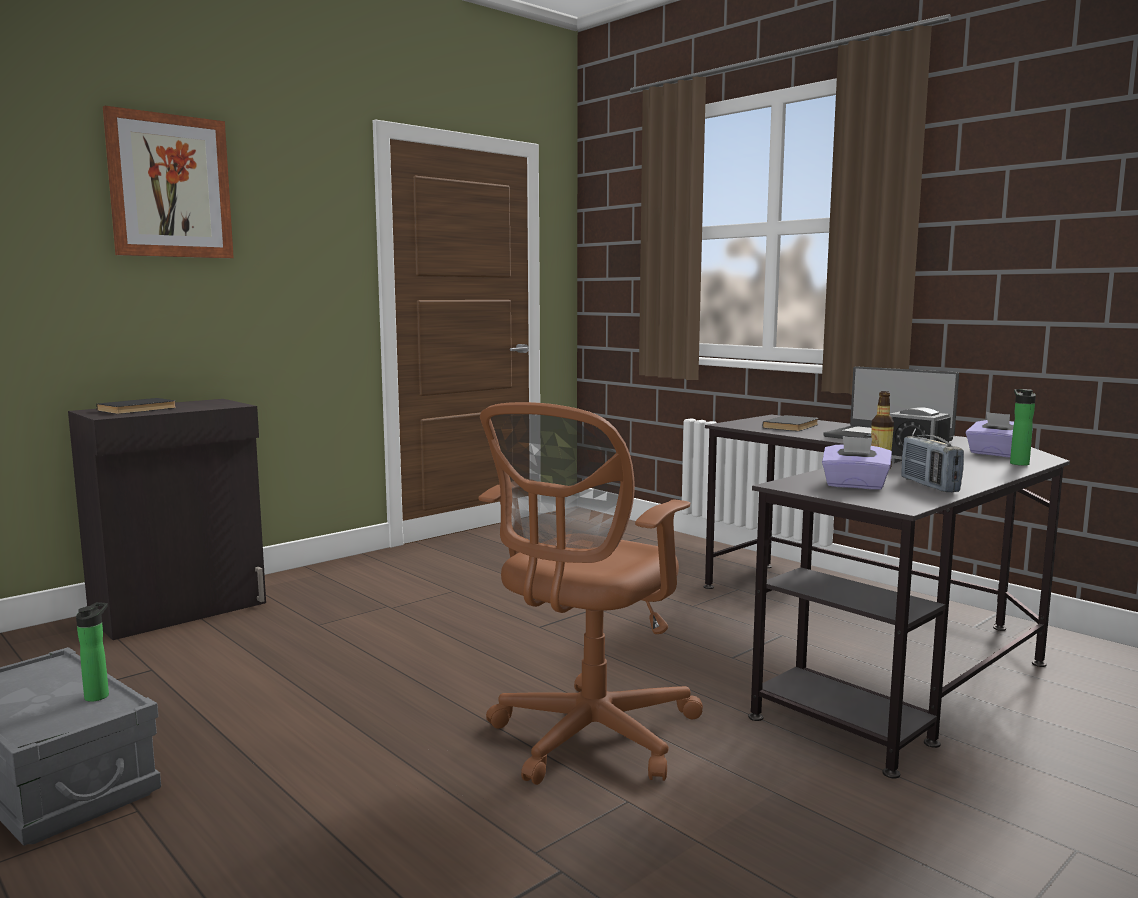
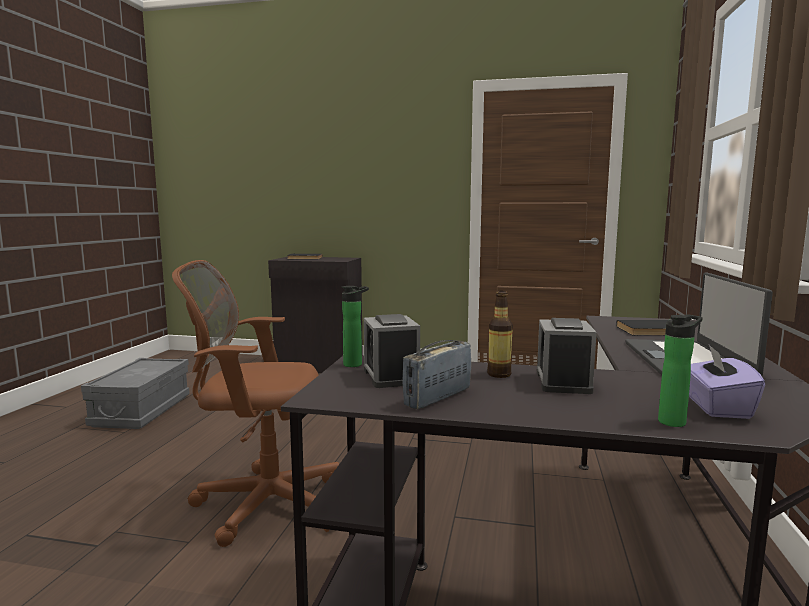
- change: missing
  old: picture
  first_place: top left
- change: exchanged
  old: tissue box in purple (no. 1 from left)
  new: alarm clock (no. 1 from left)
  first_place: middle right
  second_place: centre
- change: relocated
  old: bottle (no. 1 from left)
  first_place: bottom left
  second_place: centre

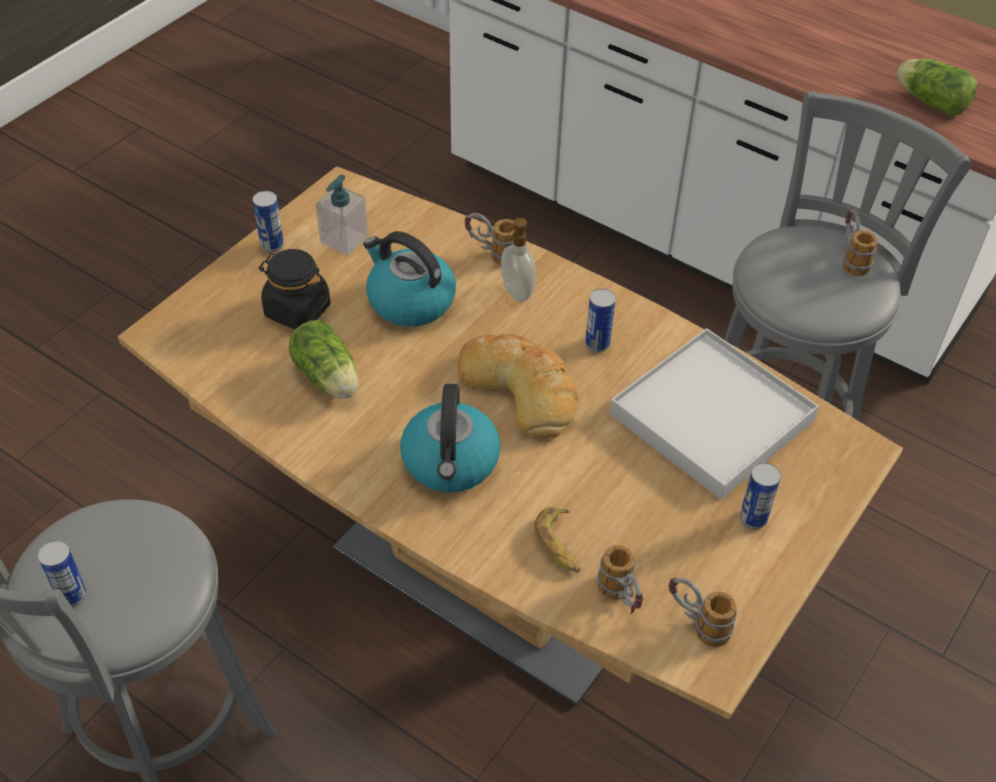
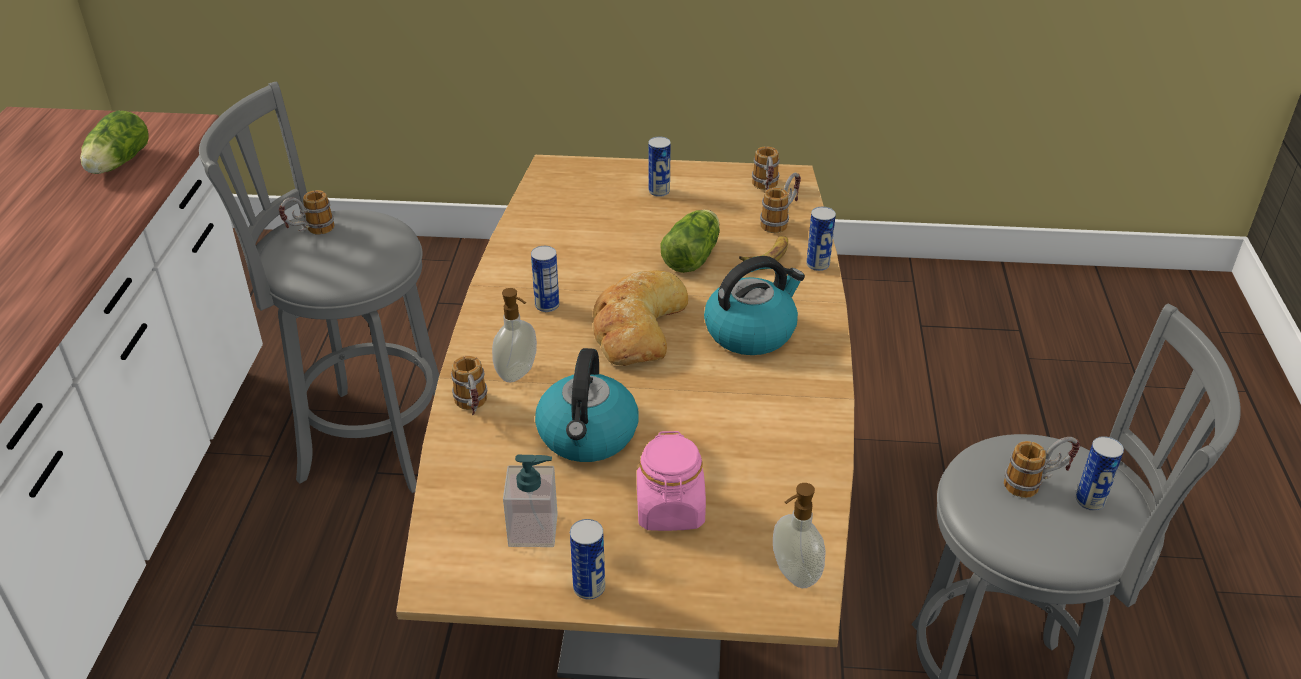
- change: colour
  old: jar in black
  new: jar in pink
  first_place: middle left
  second_place: bottom centre
- change: relocated
  old: lettuce (no. 1 from left in the first image)
  new: lettuce (no. 2 from left)
  first_place: middle left
  second_place: centre
- change: missing
  old: tray in white
  first_place: middle right
- change: appeared
  new: can (no. 4 from left)
  second_place: centre
- change: appeared
  new: mug (no. 5 from left)
  second_place: bottom right
- change: appeared
  new: soap dispenser (no. 3 from left)
  second_place: bottom centre

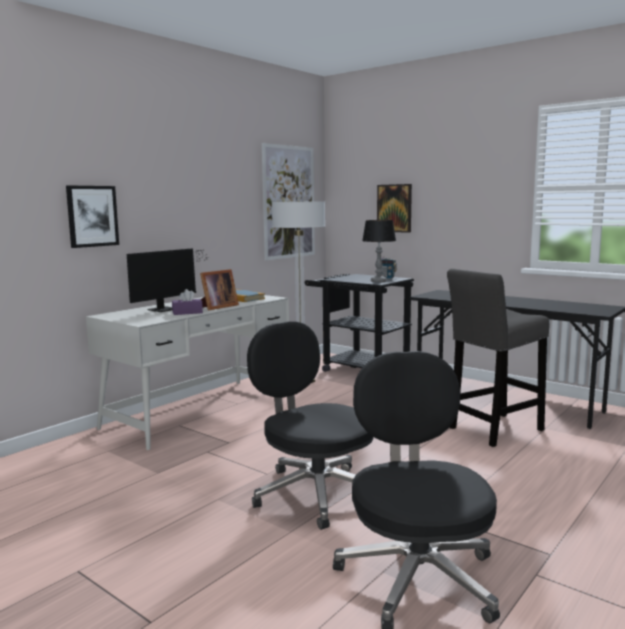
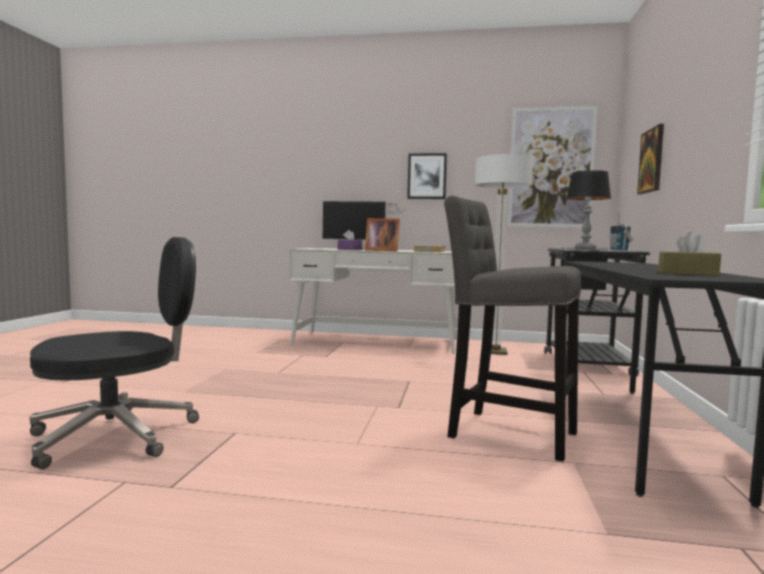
- change: relocated
  old: picture (no. 1 from left)
  first_place: middle left
  second_place: top centre
- change: missing
  old: office chair in black (no. 1 from left)
  first_place: bottom centre
- change: appeared
  new: tissue box in brown
  second_place: middle right

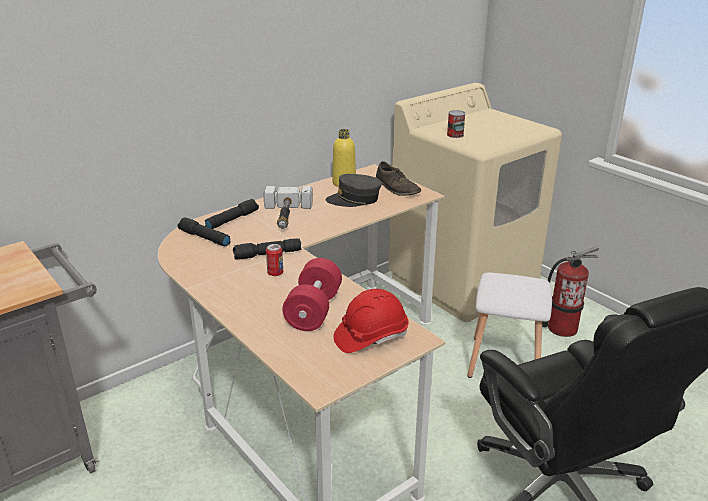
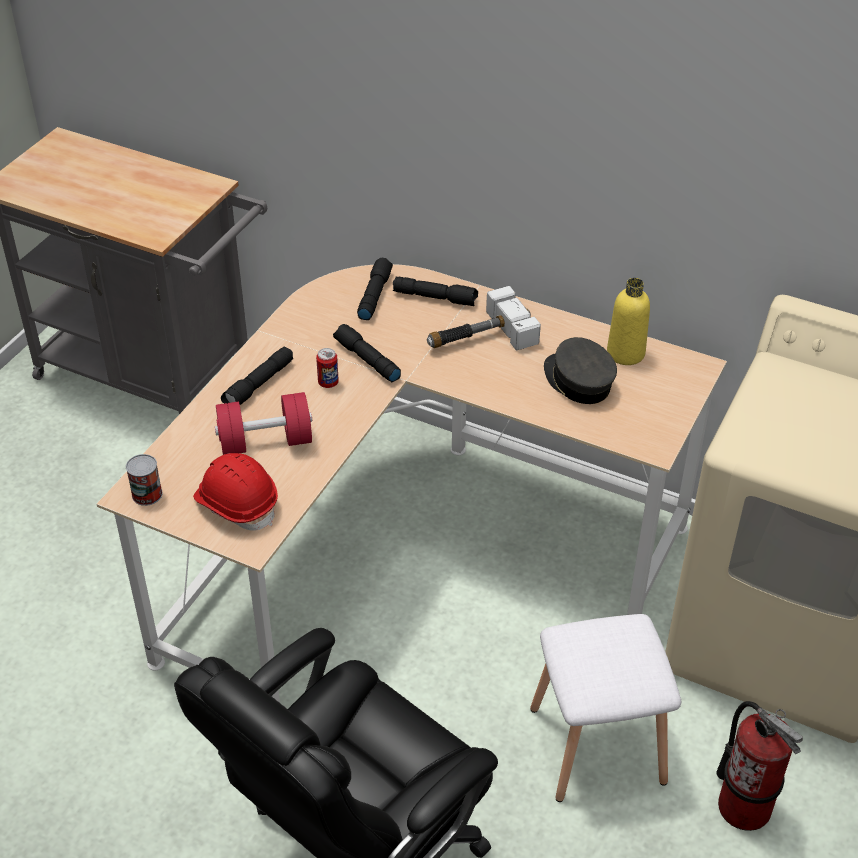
- change: relocated
  old: can (no. 2 from left in the first image)
  new: can (no. 1 from left)
  first_place: top centre
  second_place: middle left
- change: missing
  old: shoe in brown
  first_place: centre
- change: appeared
  new: flashlight in black (no. 1 from left)
  second_place: middle left

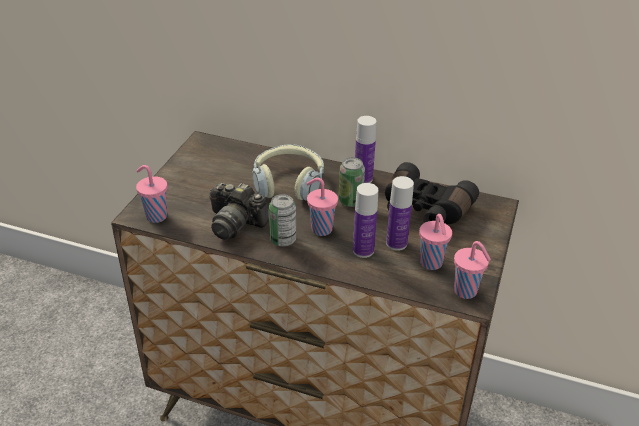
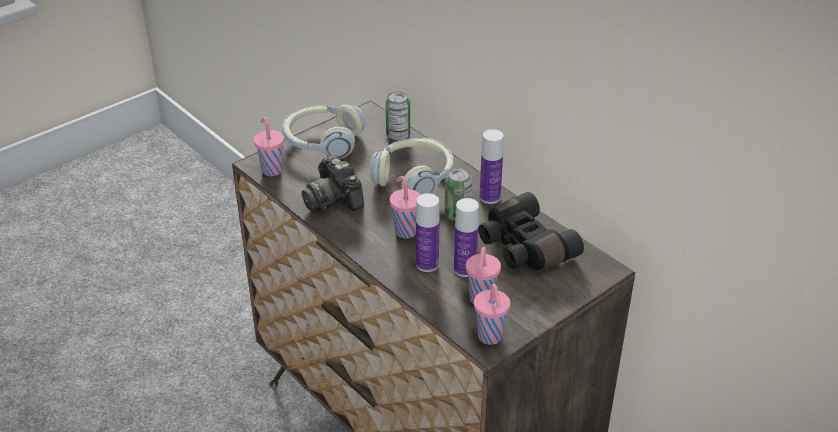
- change: relocated
  old: can (no. 1 from left)
  first_place: centre
  second_place: top centre
- change: appeared
  new: headphones (no. 1 from left)
  second_place: top centre

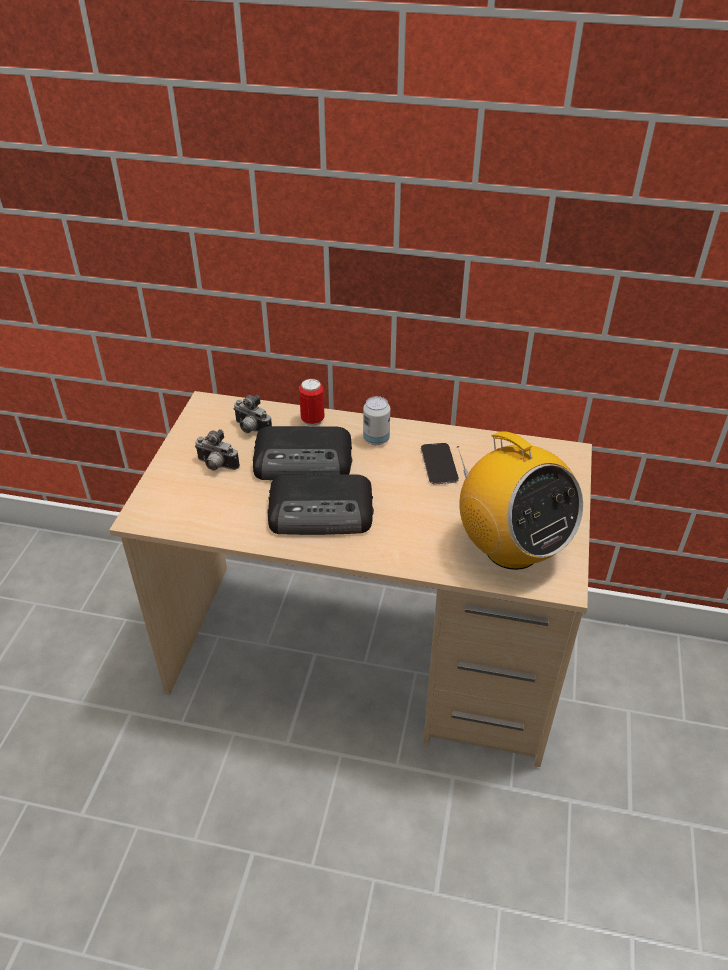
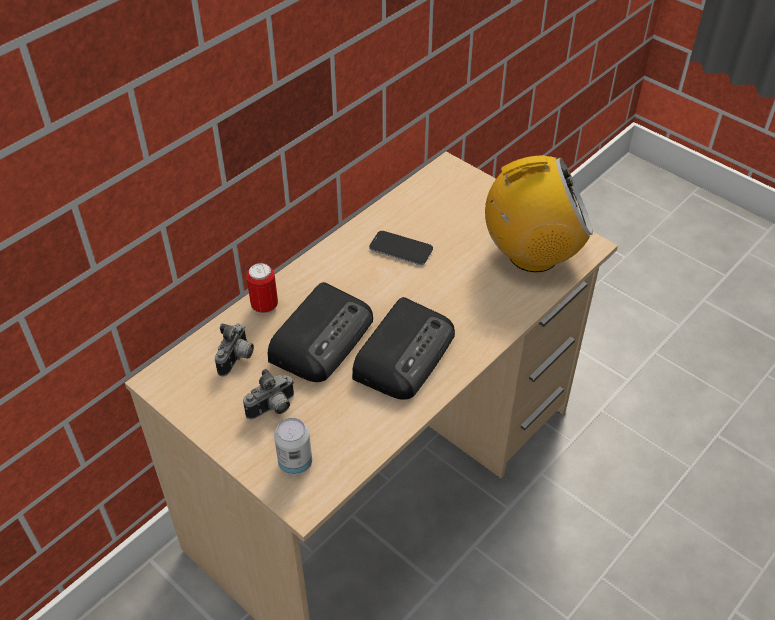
- change: spun
  old: photo camera (no. 2 from left in the first image)
  first_place: centre
  second_place: middle left
  degrees: -45
- change: relocated
  old: can (no. 2 from left)
  first_place: centre
  second_place: bottom centre

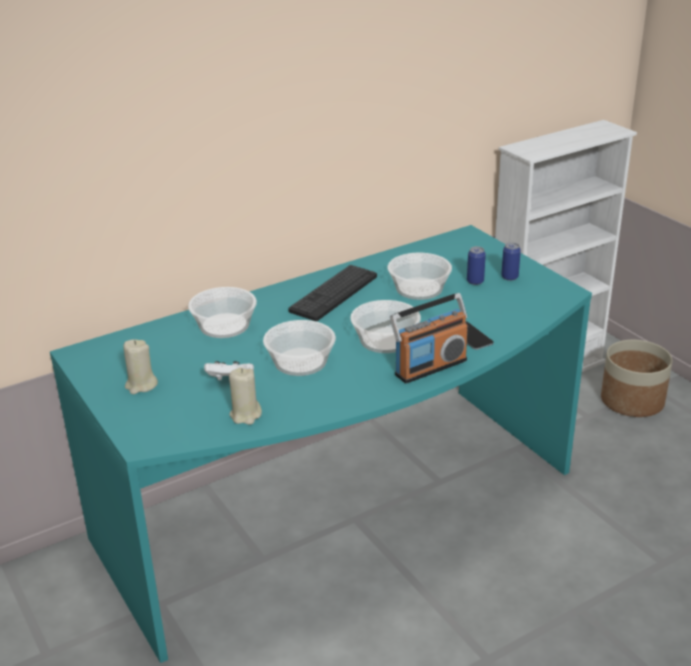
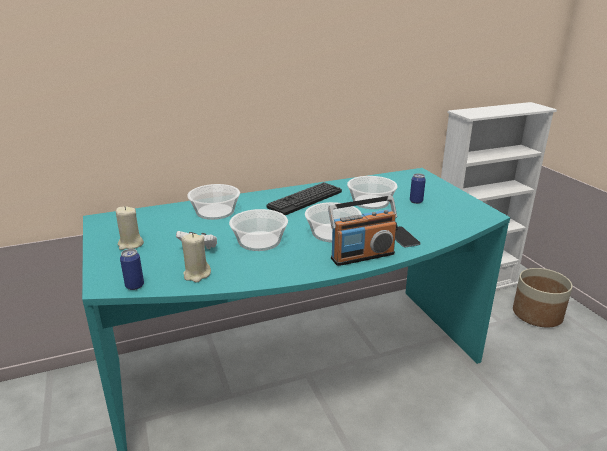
- change: relocated
  old: can (no. 2 from left in the first image)
  new: can (no. 1 from left)
  first_place: middle right
  second_place: middle left

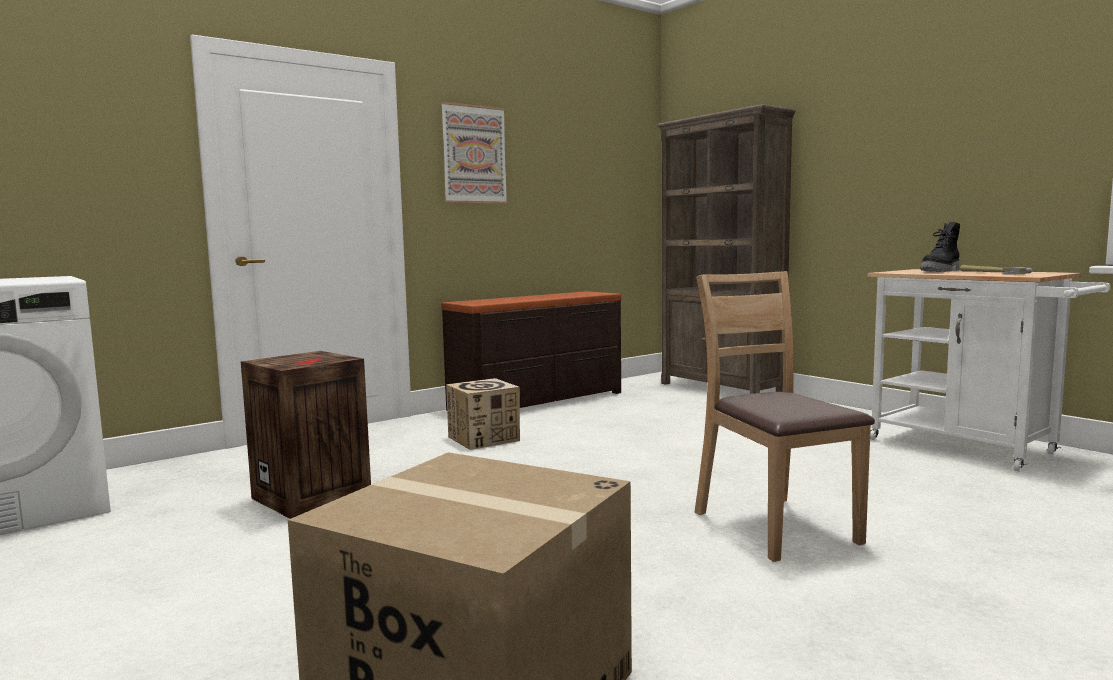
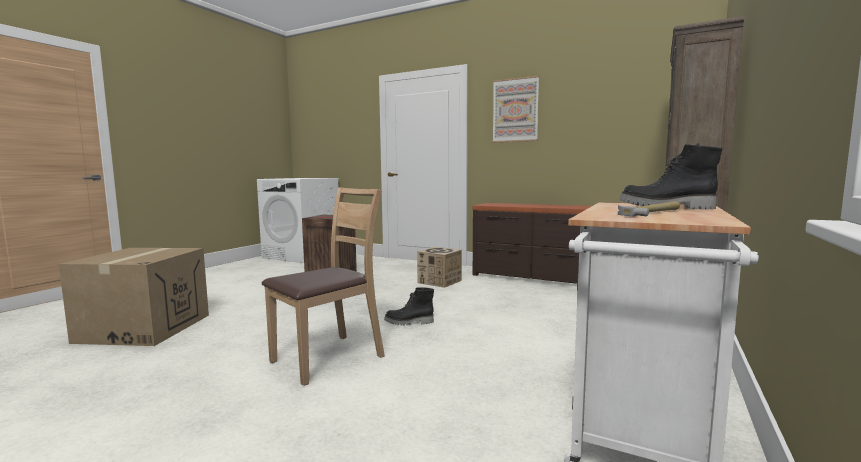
- change: appeared
  new: boot in black (no. 1 from left)
  second_place: centre

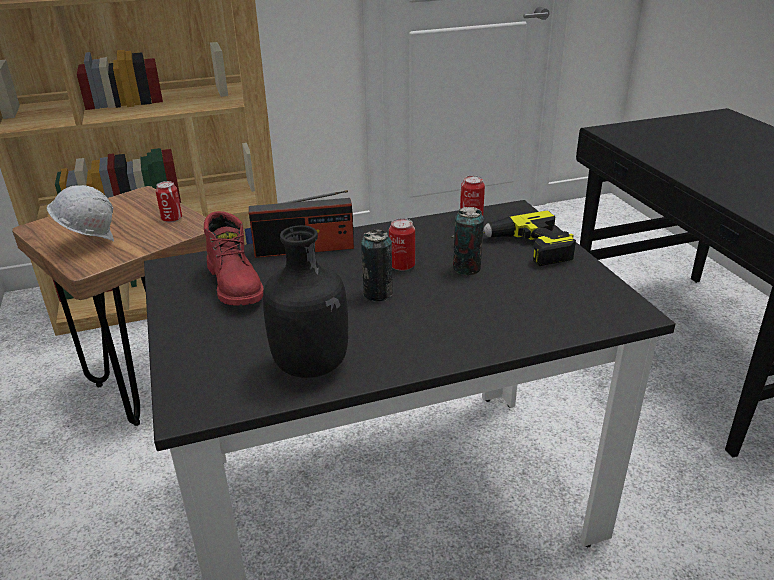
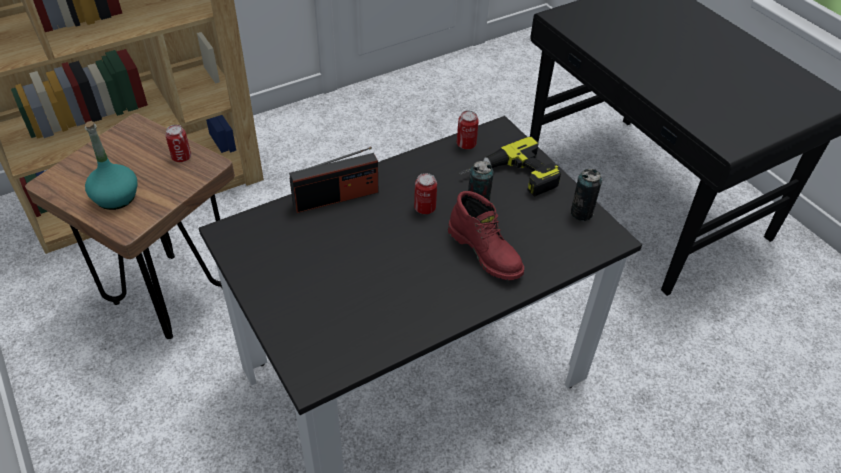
- change: exchanged
  old: hard hat in white
  new: bottle in turquoise
  first_place: middle left
  second_place: middle left
- change: relocated
  old: boot in red
  first_place: middle left
  second_place: centre
- change: missing
  old: bottle in black
  first_place: centre
- change: relocated
  old: can (no. 2 from left in the first image)
  new: can (no. 5 from left)
  first_place: centre
  second_place: middle right

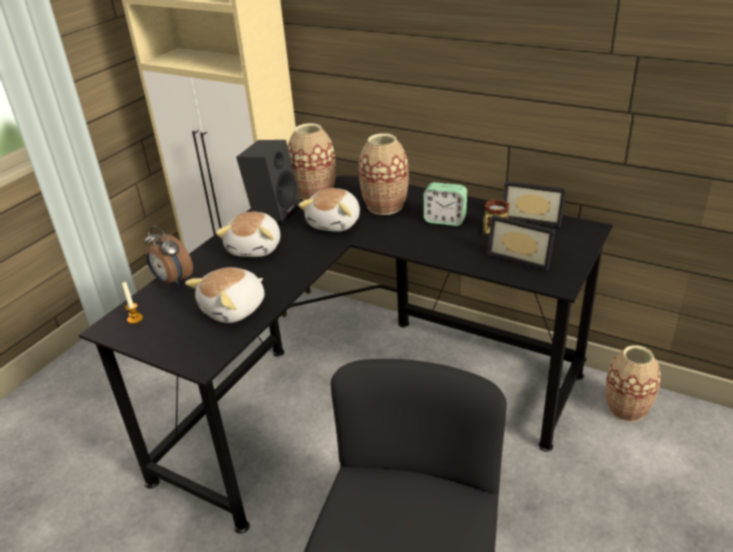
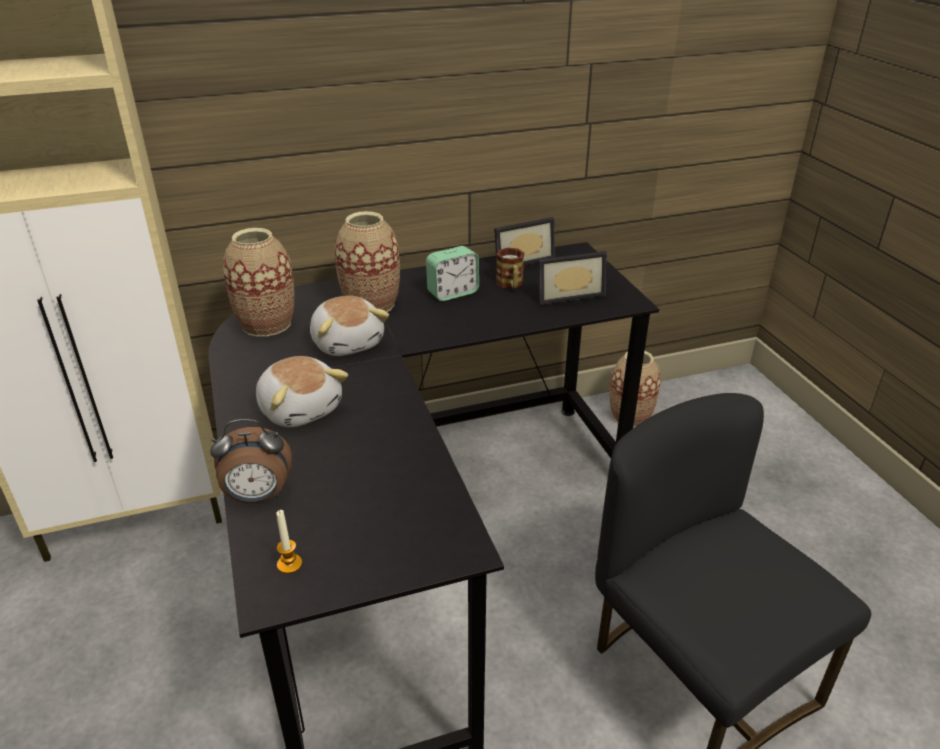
- change: missing
  old: speaker in black
  first_place: top centre
- change: missing
  old: plush toy (no. 1 from left)
  first_place: middle left

